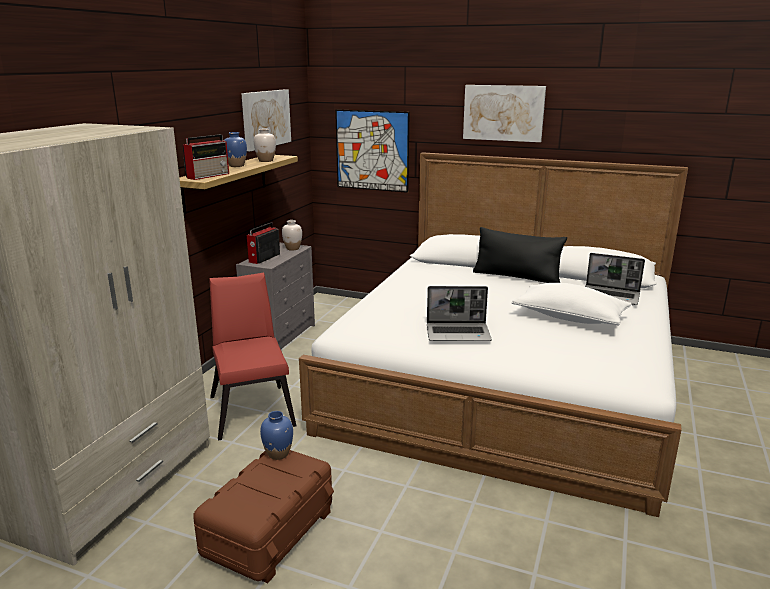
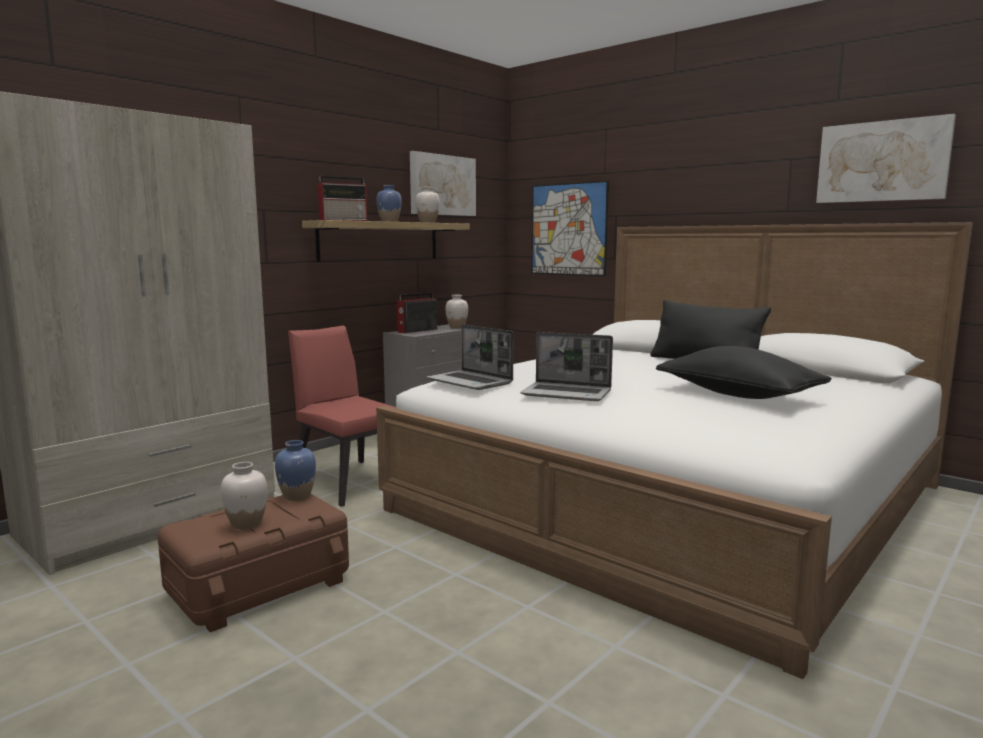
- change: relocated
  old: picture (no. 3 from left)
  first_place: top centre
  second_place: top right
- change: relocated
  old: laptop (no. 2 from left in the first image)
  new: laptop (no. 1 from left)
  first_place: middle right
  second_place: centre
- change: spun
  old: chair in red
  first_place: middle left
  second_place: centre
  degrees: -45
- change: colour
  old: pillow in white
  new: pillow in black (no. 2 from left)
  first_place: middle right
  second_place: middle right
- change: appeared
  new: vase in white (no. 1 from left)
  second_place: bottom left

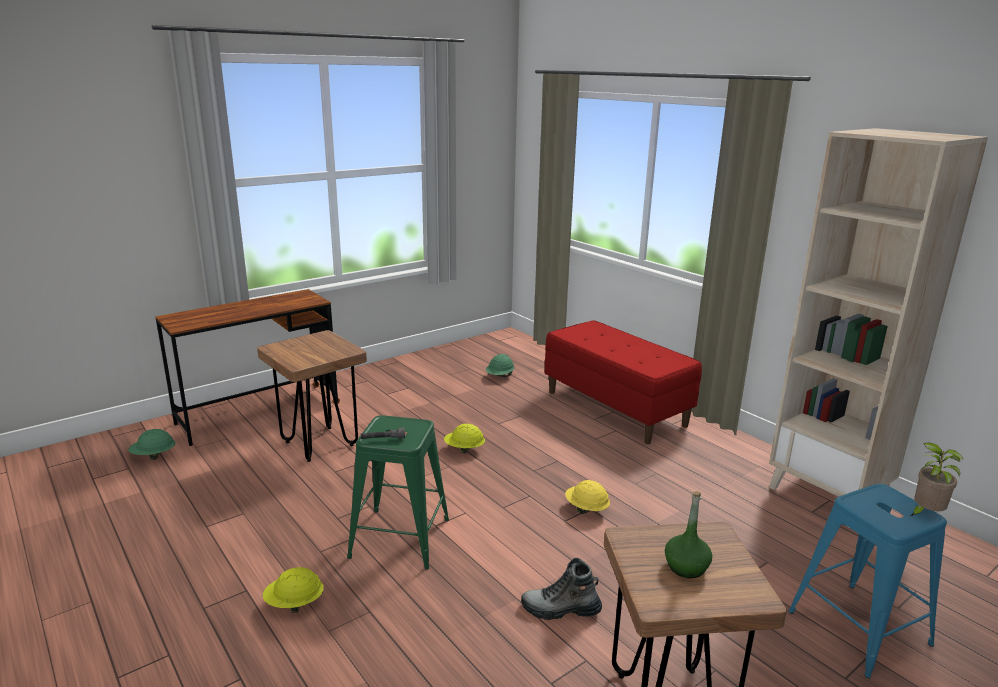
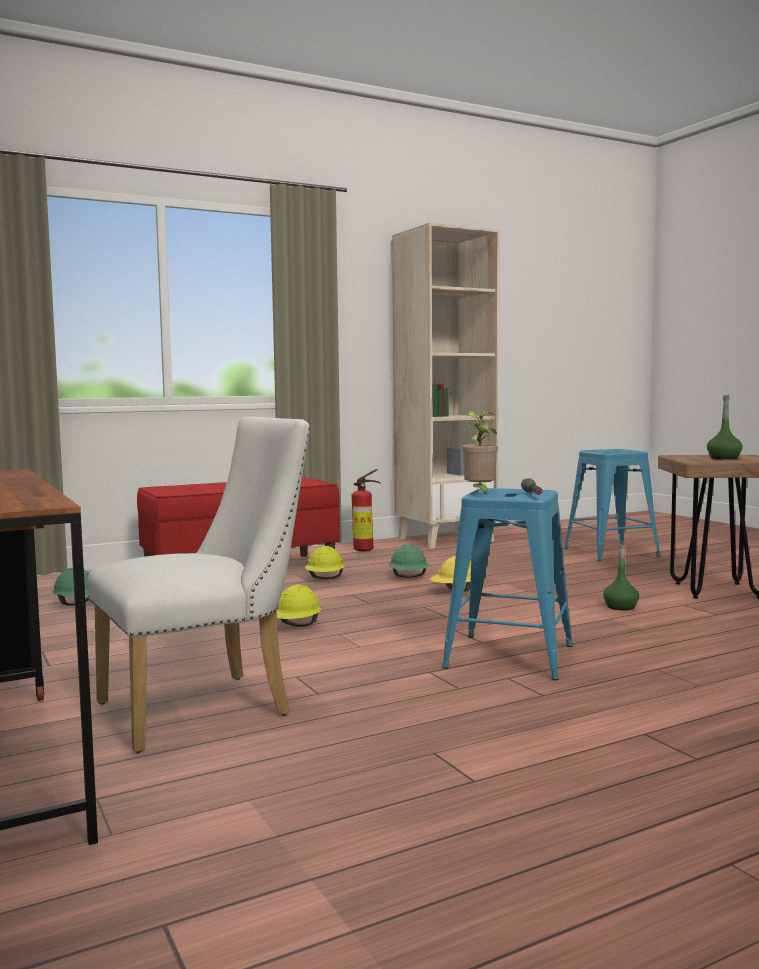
- change: exchanged
  old: stool in brown (no. 1 from left)
  new: chair in white
  first_place: middle left
  second_place: middle left
- change: colour
  old: stool in green
  new: stool in blue (no. 1 from left)
  first_place: bottom centre
  second_place: middle right
- change: relocated
  old: hard hat in green (no. 1 from left in the first image)
  new: hard hat in green (no. 2 from left)
  first_place: middle left
  second_place: centre
- change: relocated
  old: potted plant
  first_place: bottom right
  second_place: centre
- change: exchanged
  old: boot
  new: bottle in green (no. 1 from left)
  first_place: bottom centre
  second_place: middle right
- change: relocated
  old: hard hat in yellow (no. 1 from left in the first image)
  new: hard hat in yellow (no. 2 from left)
  first_place: bottom left
  second_place: centre
- change: appeared
  new: fire extinguisher
  second_place: centre

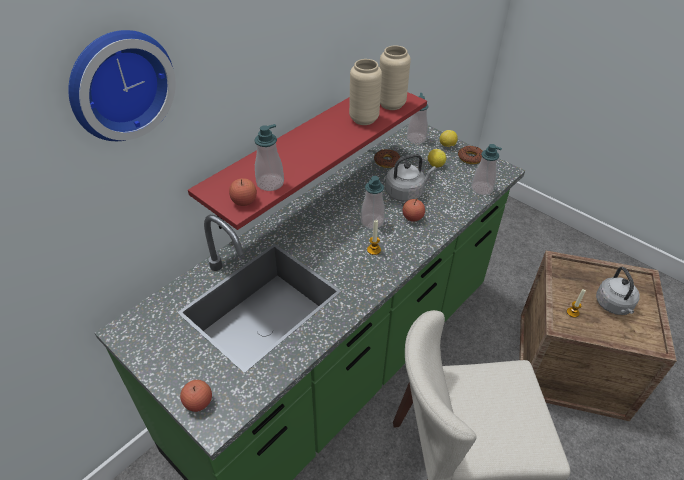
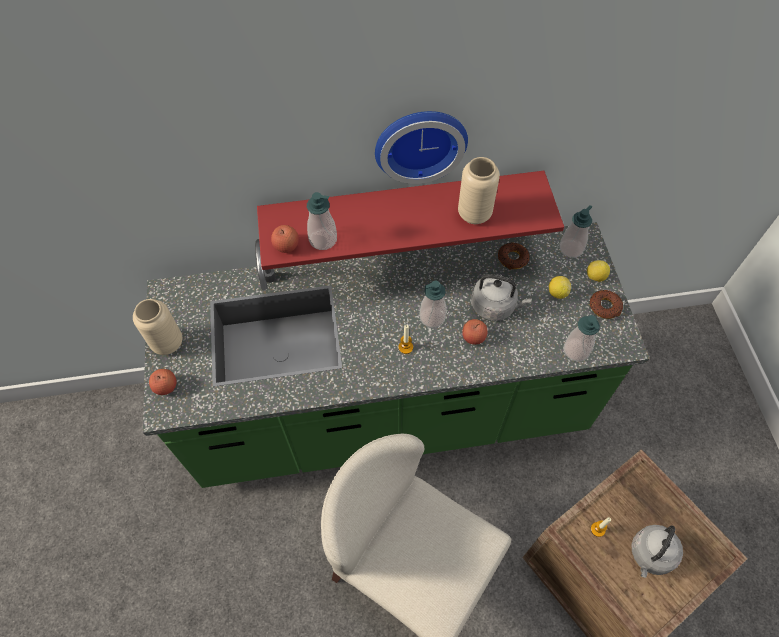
- change: relocated
  old: wall clock
  first_place: top left
  second_place: top centre
- change: relocated
  old: vase in beige (no. 2 from left in the first image)
  new: vase in beige (no. 1 from left)
  first_place: top centre
  second_place: middle left

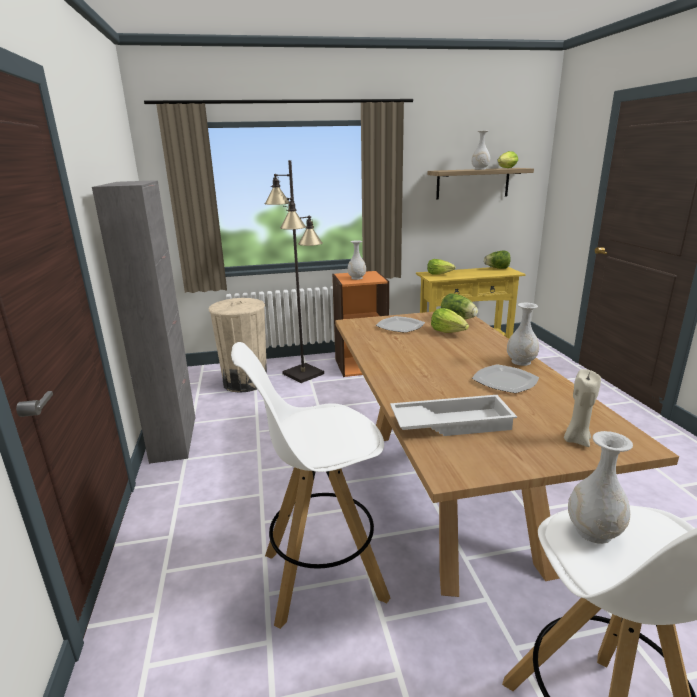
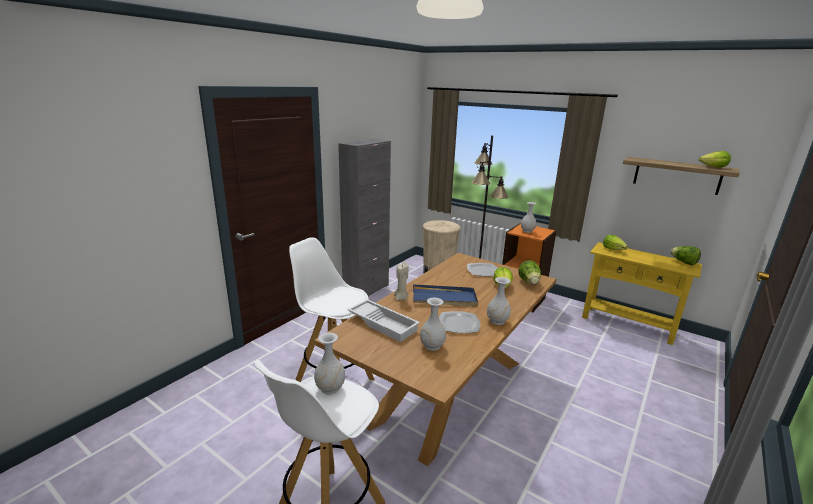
- change: relocated
  old: vase in white (no. 2 from left)
  first_place: top right
  second_place: centre
- change: relocated
  old: candle in beige
  first_place: middle right
  second_place: centre
- change: appeared
  new: tray in blue
  second_place: centre

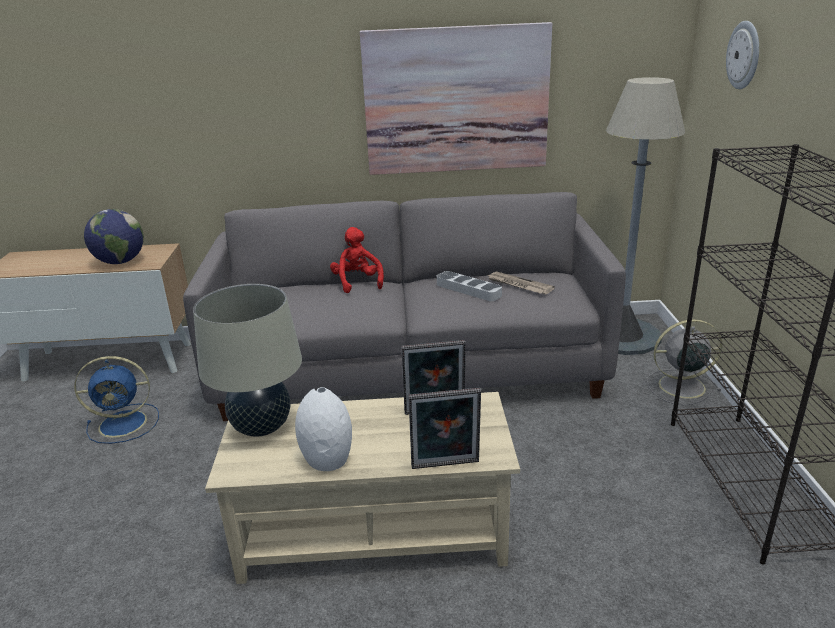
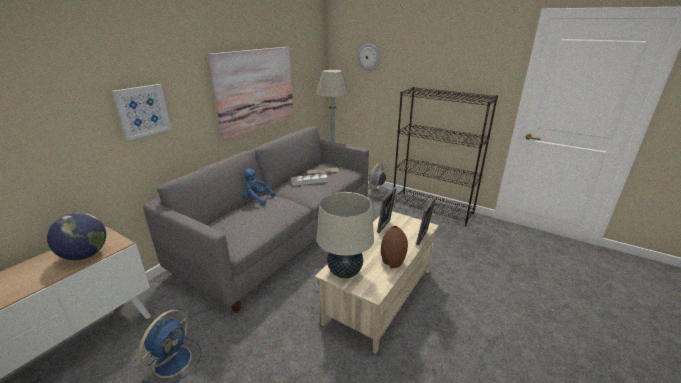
- change: colour
  old: plush toy in red
  new: plush toy in blue
  first_place: centre
  second_place: centre
- change: colour
  old: vase in white
  new: vase in brown
  first_place: bottom centre
  second_place: centre
- change: appeared
  new: picture (no. 1 from left)
  second_place: top left

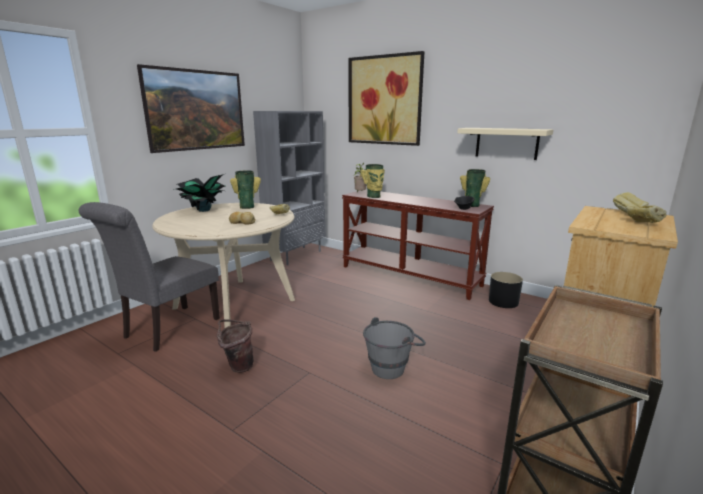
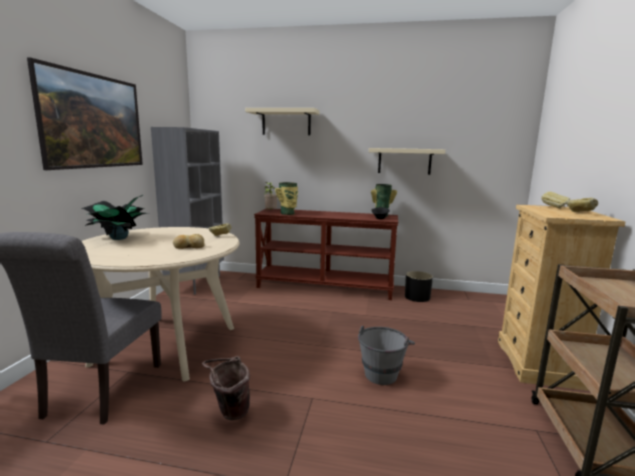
- change: exchanged
  old: picture (no. 2 from left)
  new: shelf in beige (no. 1 from left)
  first_place: top centre
  second_place: top centre
- change: missing
  old: vase (no. 1 from left)
  first_place: centre

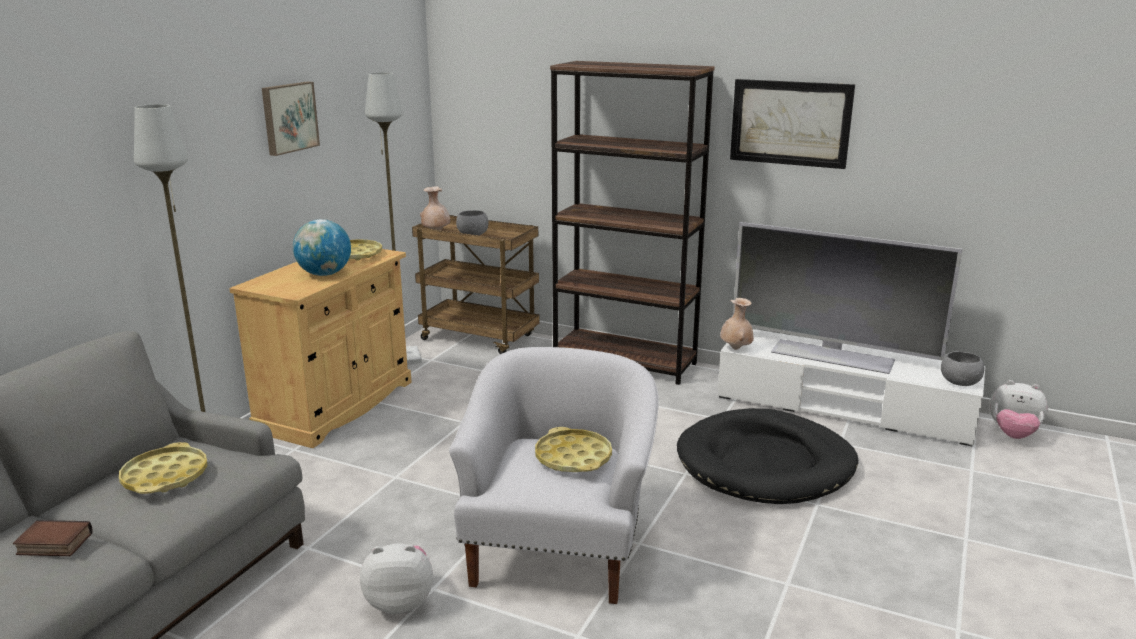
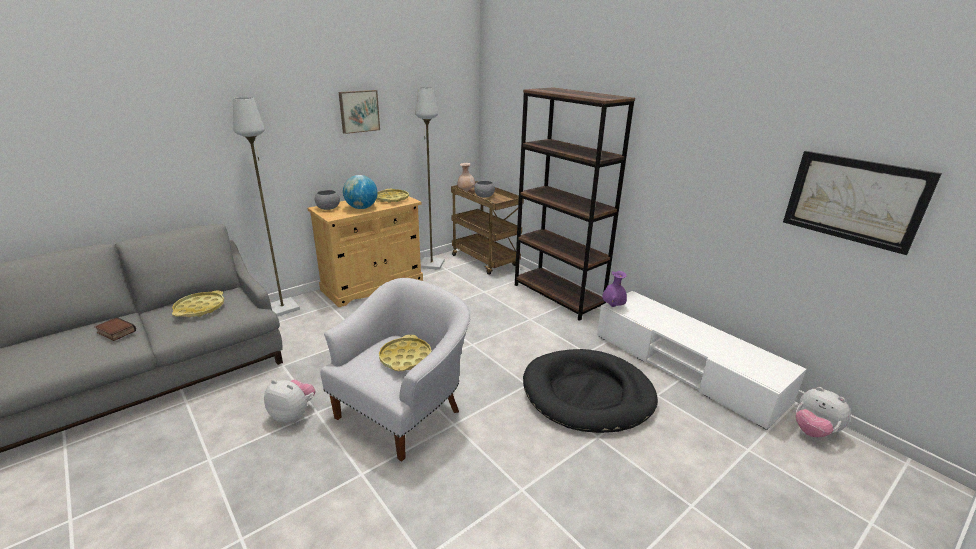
- change: relocated
  old: picture (no. 2 from left)
  first_place: top right
  second_place: middle right
- change: missing
  old: television
  first_place: middle right
- change: colour
  old: vase in beige (no. 2 from left)
  new: vase in purple
  first_place: centre
  second_place: centre
- change: relocated
  old: bowl in grey (no. 2 from left in the first image)
  new: bowl in grey (no. 1 from left)
  first_place: middle right
  second_place: centre

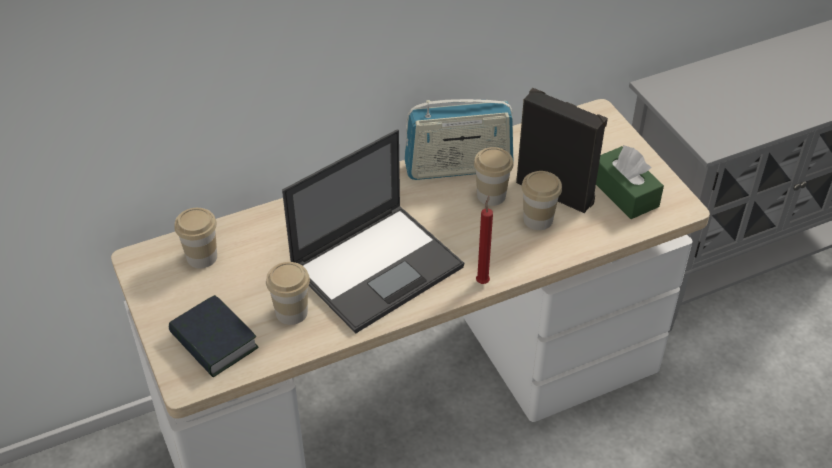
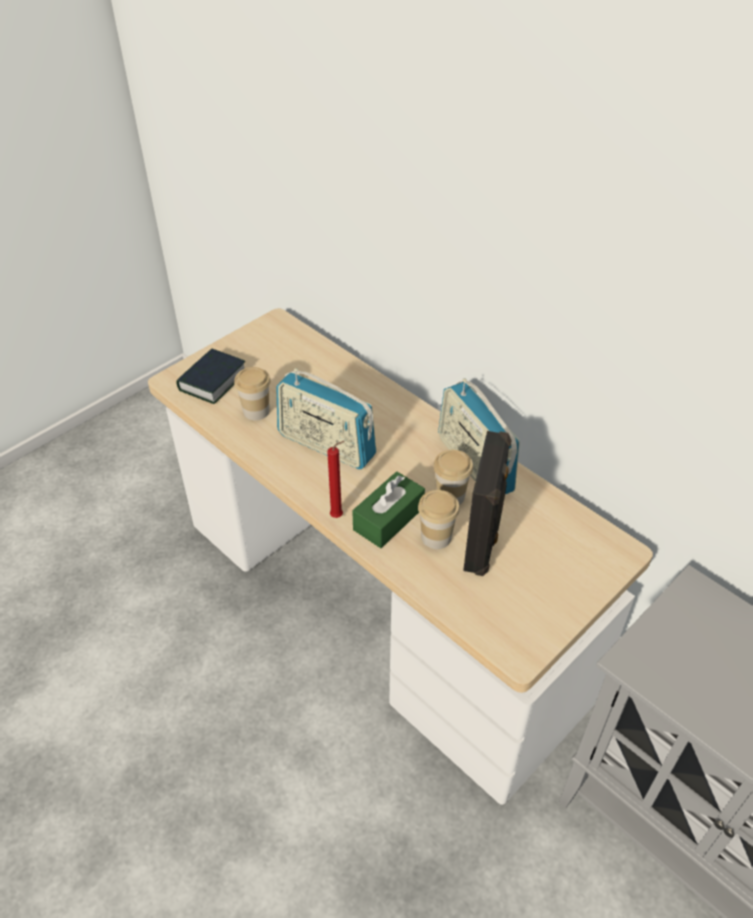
- change: exchanged
  old: laptop
  new: radio (no. 1 from left)
  first_place: centre
  second_place: centre
- change: relocated
  old: tissue box in green
  first_place: middle right
  second_place: centre
- change: missing
  old: cup (no. 1 from left)
  first_place: middle left

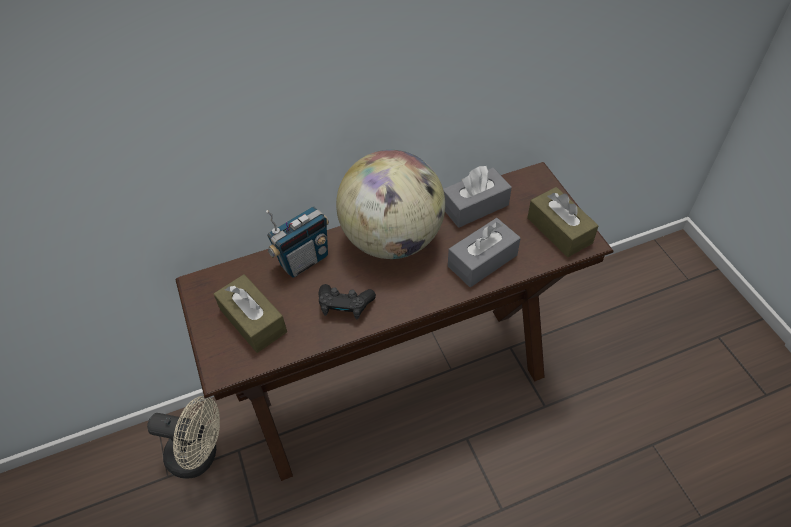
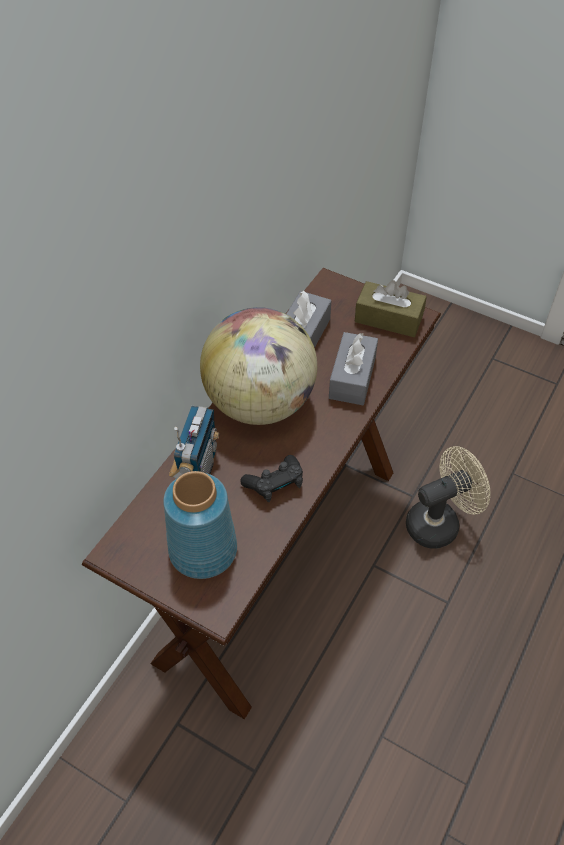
- change: exchanged
  old: tissue box in brown (no. 1 from left)
  new: vase in blue
  first_place: middle left
  second_place: centre
- change: relocated
  old: fan in beige
  first_place: bottom left
  second_place: middle right

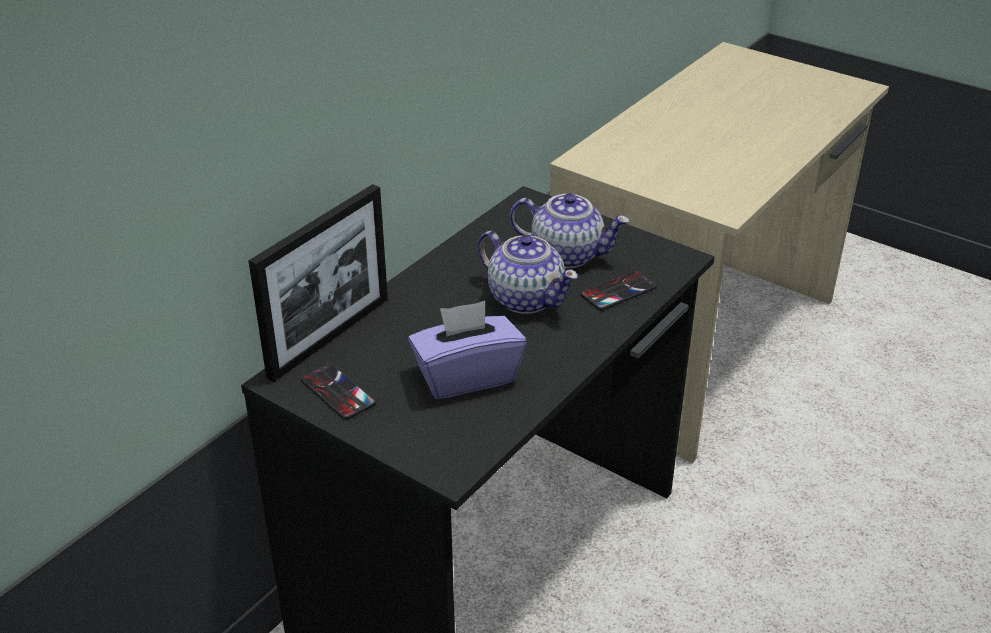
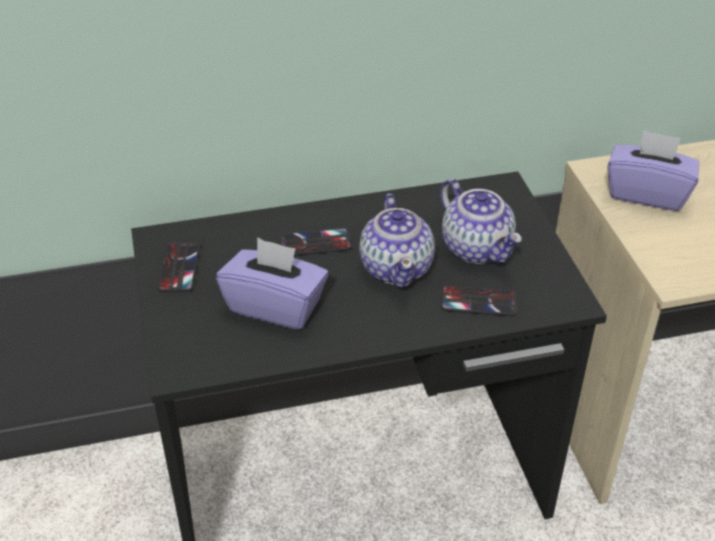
- change: missing
  old: picture frame
  first_place: middle left
- change: appeared
  new: tissue box in purple (no. 2 from left)
  second_place: top right
- change: appeared
  new: phone (no. 2 from left)
  second_place: centre

